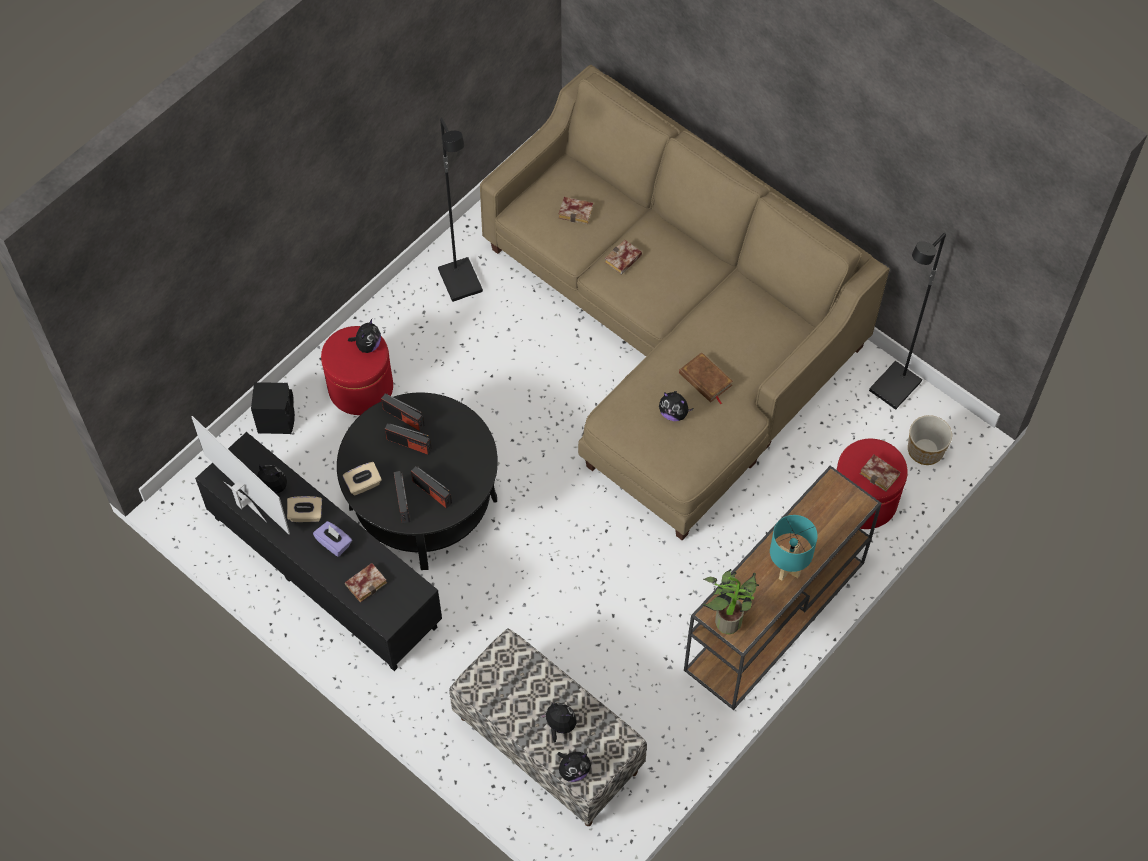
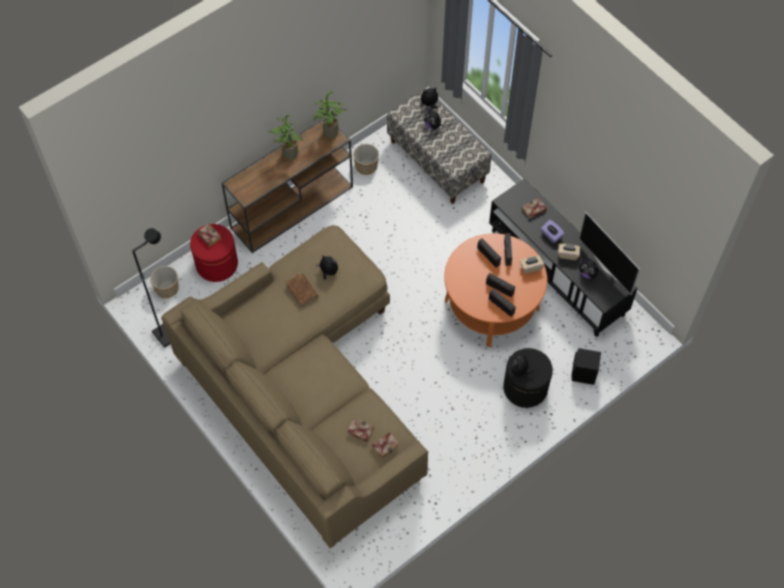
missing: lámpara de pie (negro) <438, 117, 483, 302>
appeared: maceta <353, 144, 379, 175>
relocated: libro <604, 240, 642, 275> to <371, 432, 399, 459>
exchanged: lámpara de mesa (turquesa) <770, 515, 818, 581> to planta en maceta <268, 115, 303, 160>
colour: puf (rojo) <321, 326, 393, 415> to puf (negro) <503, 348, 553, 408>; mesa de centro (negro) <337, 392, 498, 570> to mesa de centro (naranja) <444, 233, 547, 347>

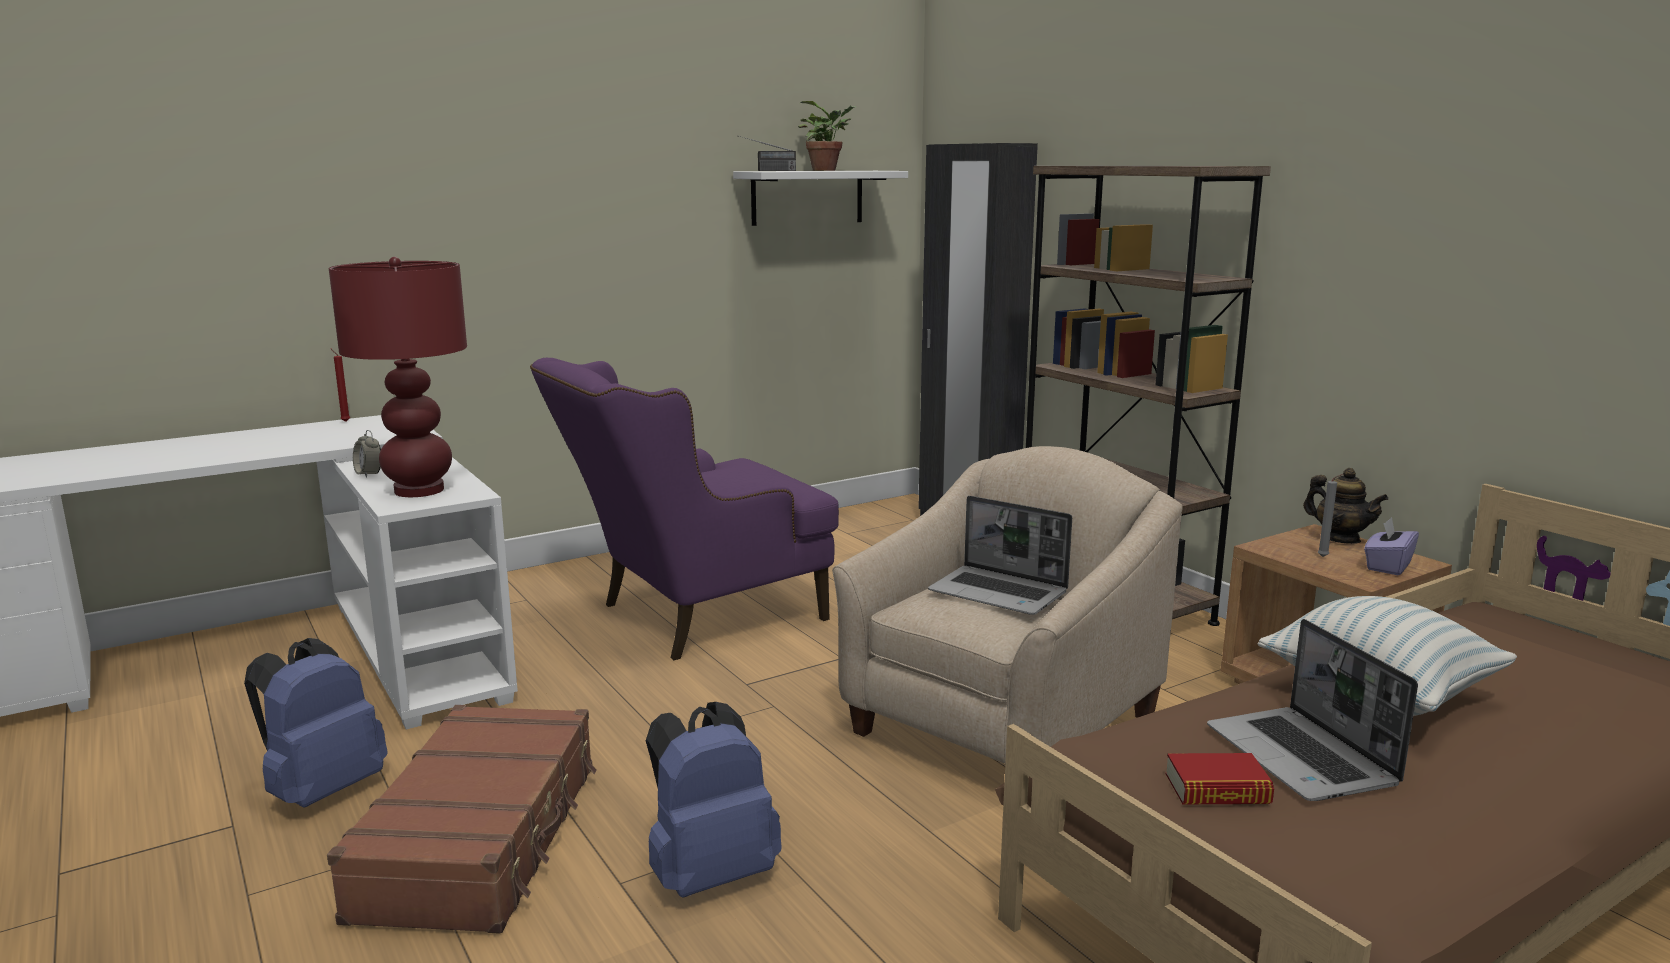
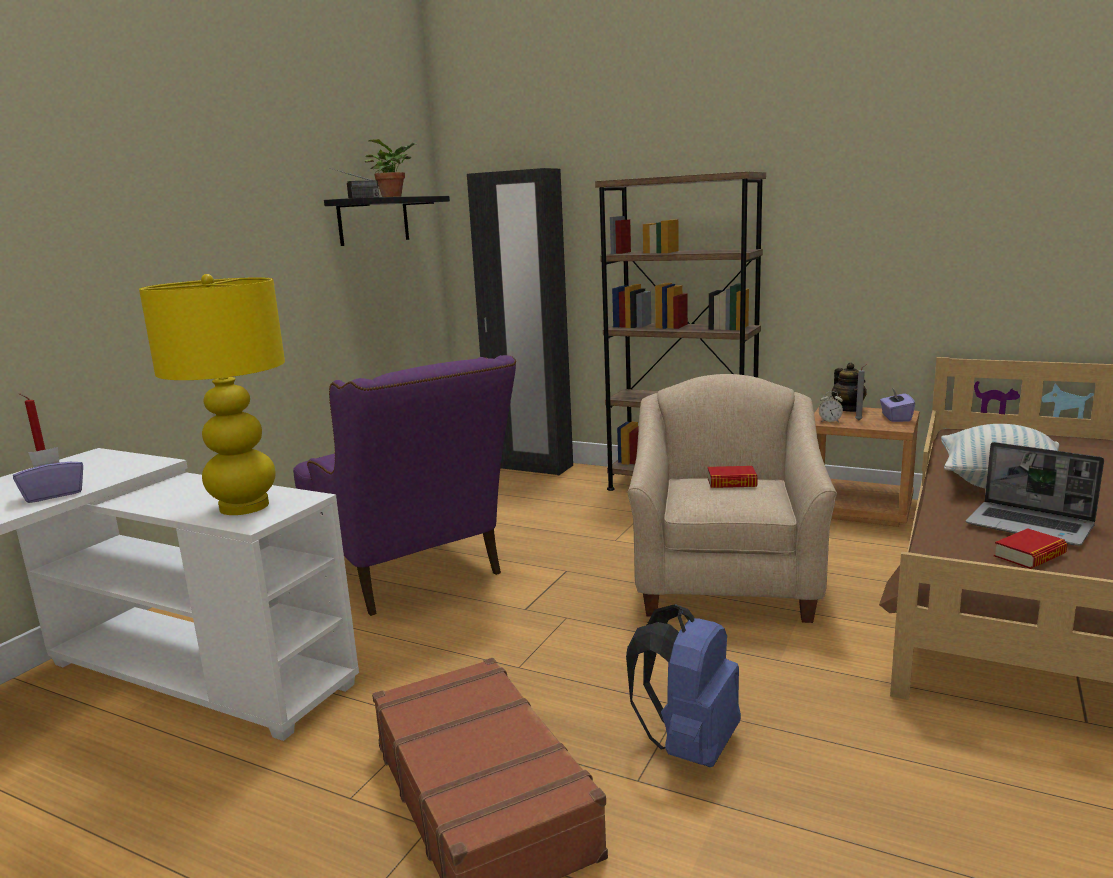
missing: mochila (azul) <244, 638, 388, 807>
appeared: caja de pañuelos (morado) <13, 447, 83, 503>
relocated: despertador <353, 430, 381, 478> to <819, 391, 843, 423>
exchanged: portátil <928, 496, 1072, 615> to libro <707, 466, 758, 488>
colour: estante (blanco) <733, 171, 908, 226> to estante (negro) <324, 196, 450, 246>; lámpara de mesa (rojo) <329, 257, 467, 497> to lámpara de mesa (amarillo) <139, 274, 285, 515>
spun: sillón (morado) <530, 358, 839, 660> = <293, 355, 516, 616> 60 degrees counterclockwise; tetera <1303, 468, 1388, 544> = <831, 363, 867, 412> 60 degrees clockwise

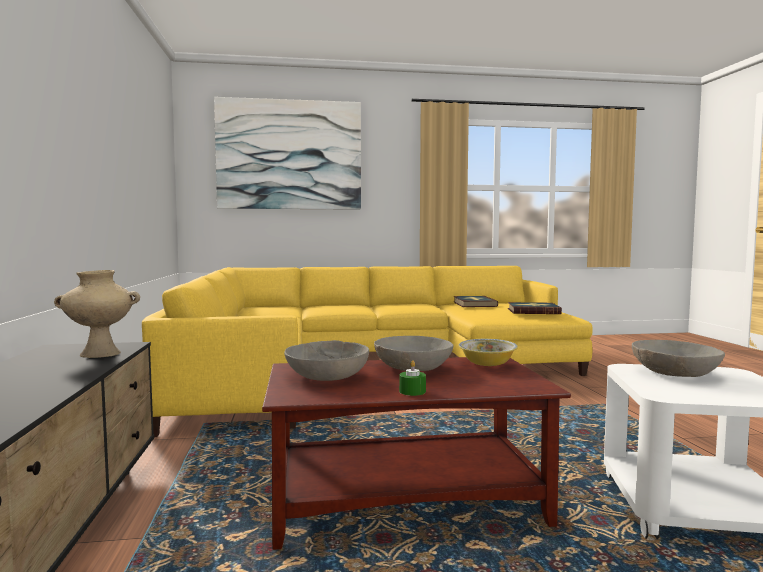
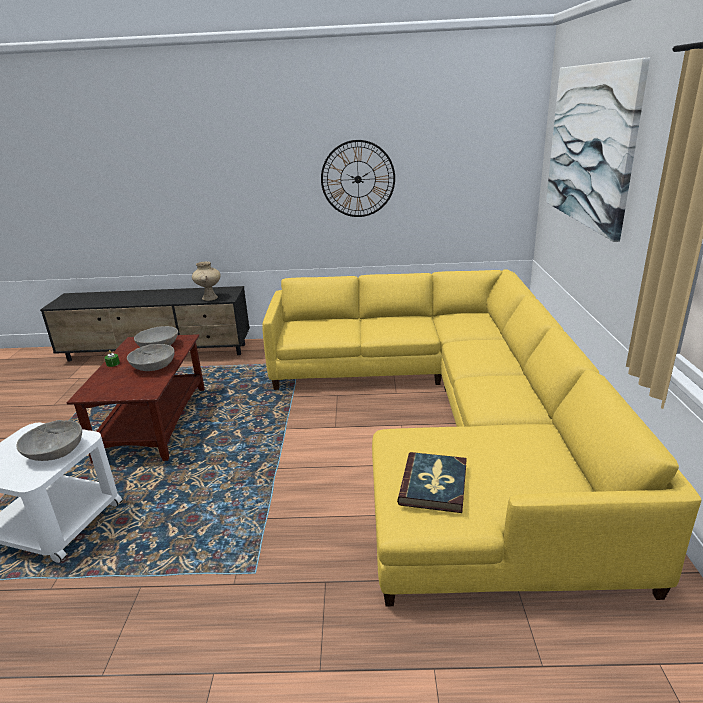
missing: libro <453, 296, 498, 307>; cuenco <459, 339, 518, 366>
appeared: reloj de pared <321, 140, 395, 217>

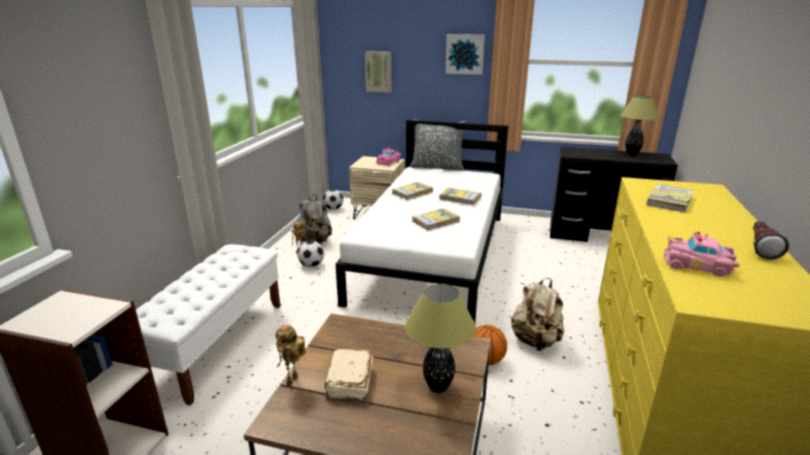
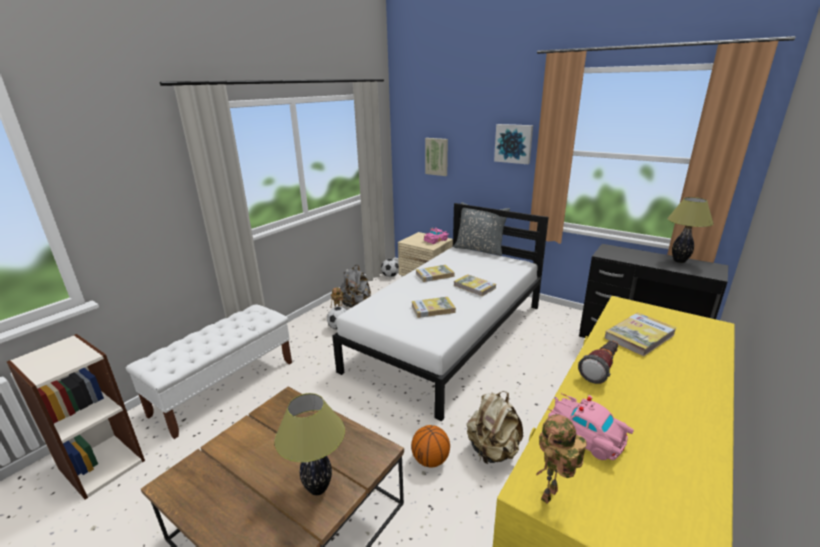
missing: libro (beis) <325, 349, 373, 400>
relocated: linterna <753, 221, 789, 260> to <578, 340, 618, 384>; robot de juguete <276, 325, 306, 386> to <536, 414, 587, 504>

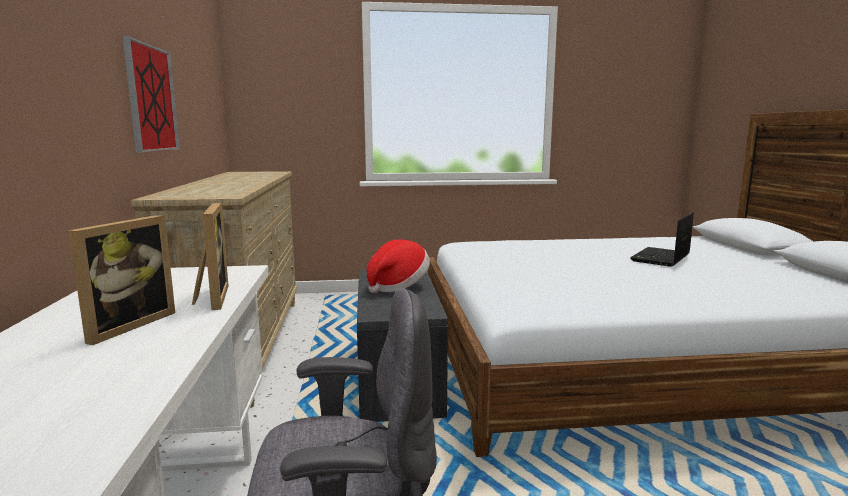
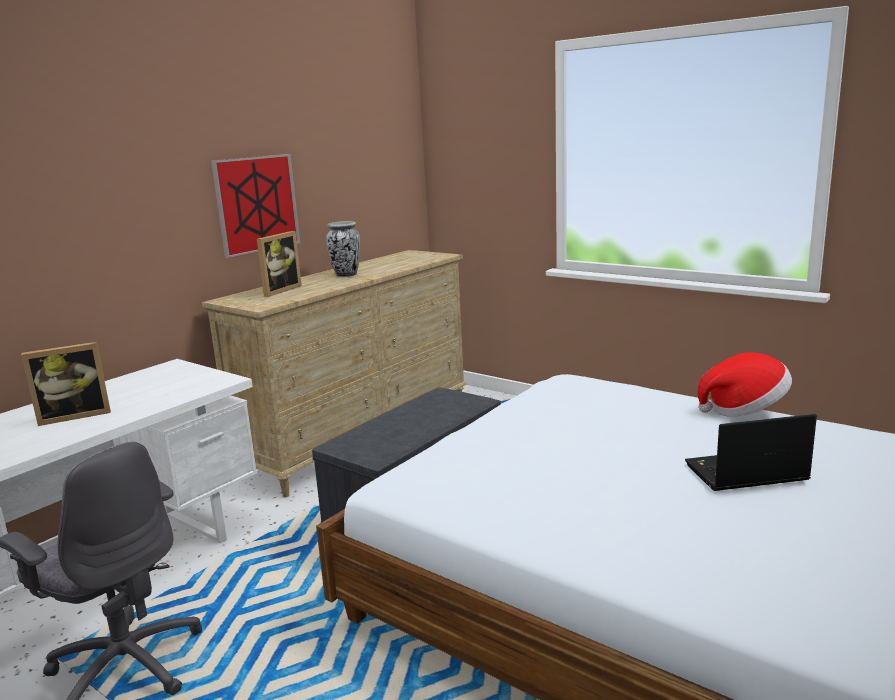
appeared: florero <326, 221, 360, 277>
relocated: portarretratos <192, 202, 229, 310> to <257, 231, 302, 297>; sombrero <367, 239, 430, 293> to <698, 352, 792, 417>

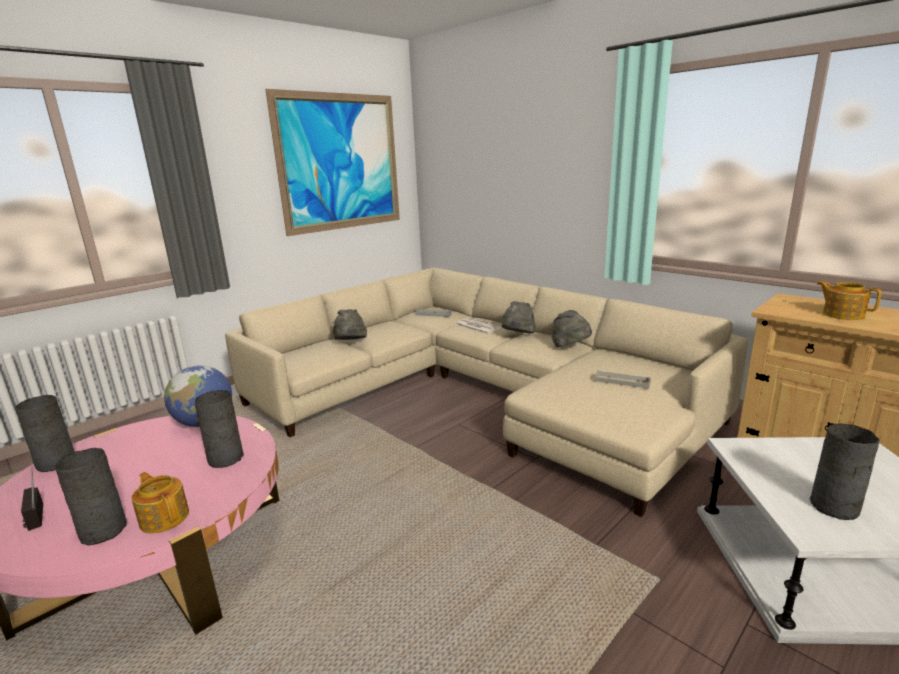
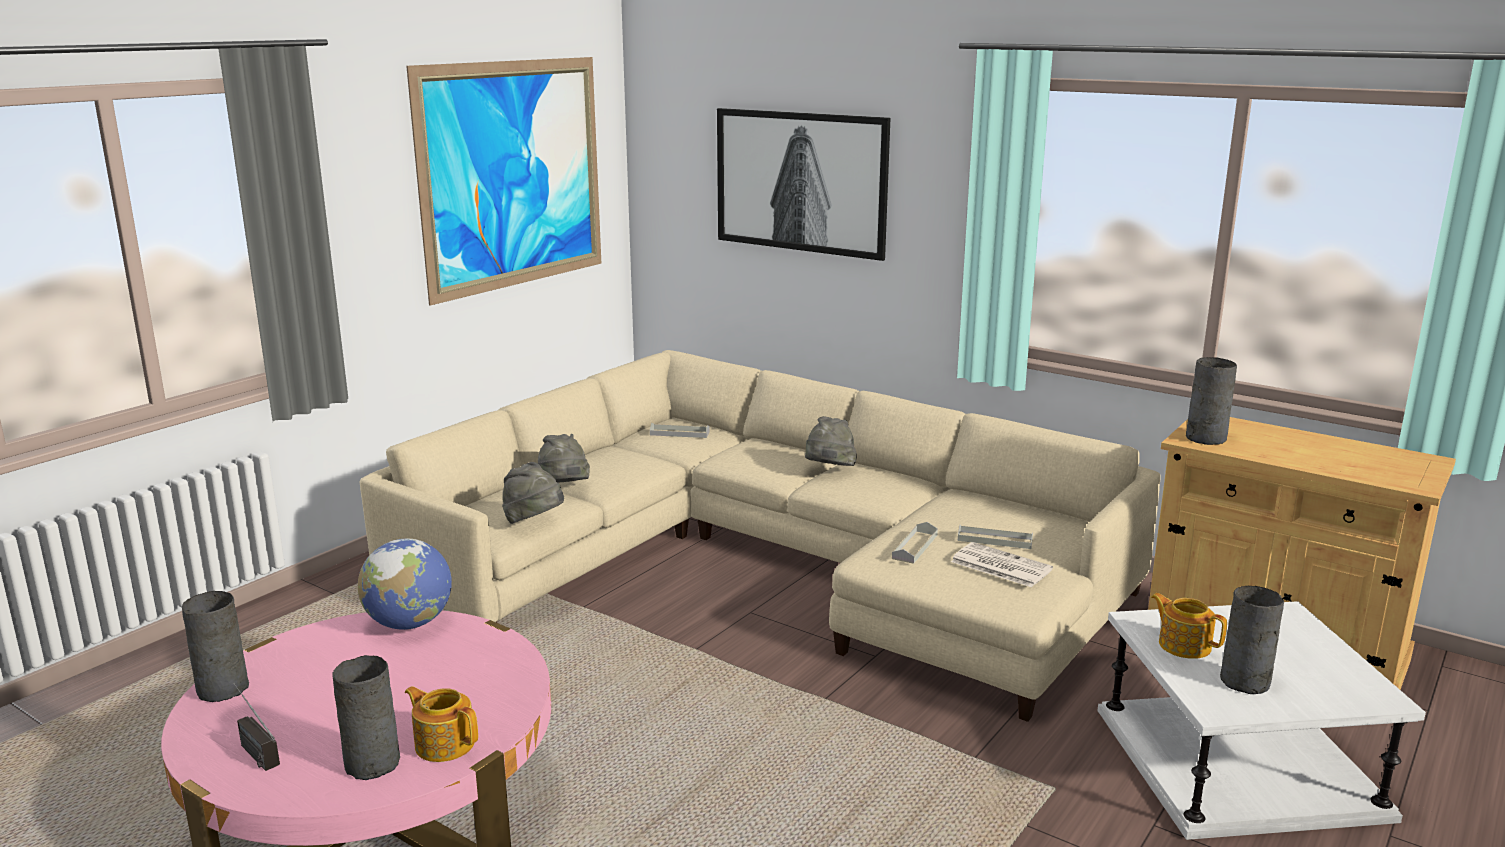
appeared: cuadro <717, 108, 890, 261>; bandeja (gris) <892, 522, 938, 564>
relocated: tetera <817, 281, 882, 320> to <1151, 593, 1227, 659>; sombrero (gris) <552, 310, 592, 347> to <502, 462, 564, 524>; periódico <456, 317, 502, 334> to <951, 542, 1053, 587>; florero (gris) <195, 390, 244, 468> to <1186, 357, 1237, 445>

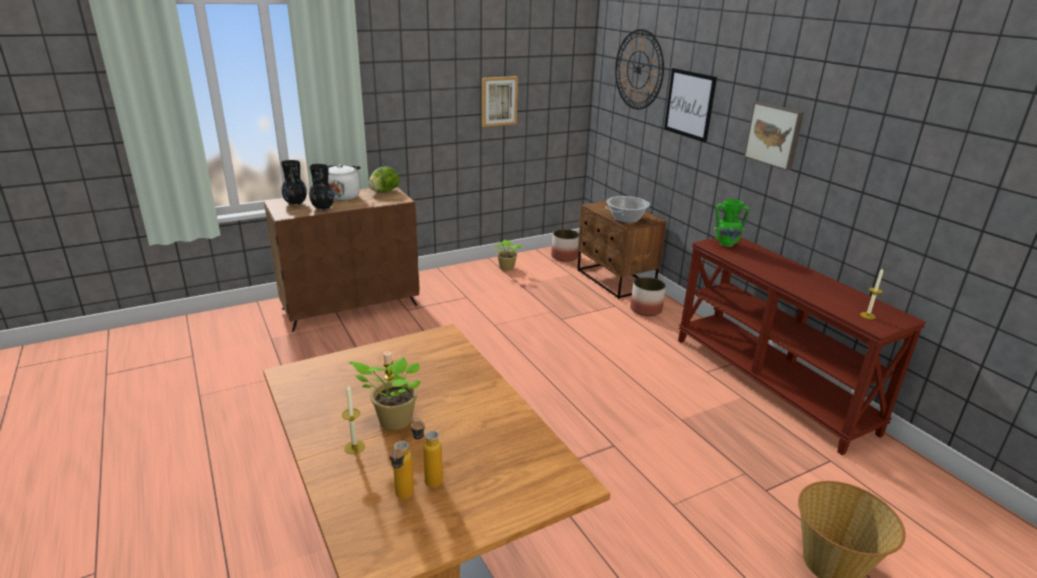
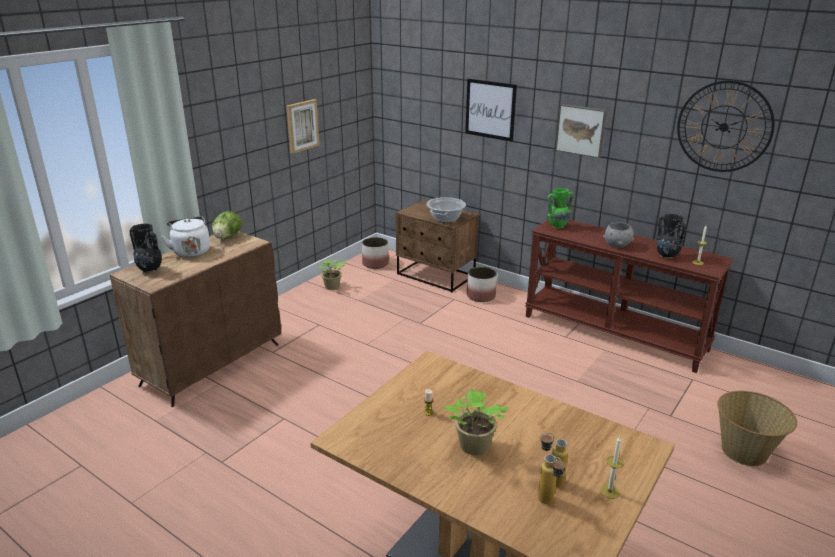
appeared: cuenco (gris) <603, 222, 634, 248>
relocated: reloj de pared <615, 29, 664, 110> to <677, 80, 775, 172>; florero (negro) <309, 164, 334, 210> to <656, 214, 687, 259>; vela <342, 385, 365, 454> to <600, 436, 623, 499>

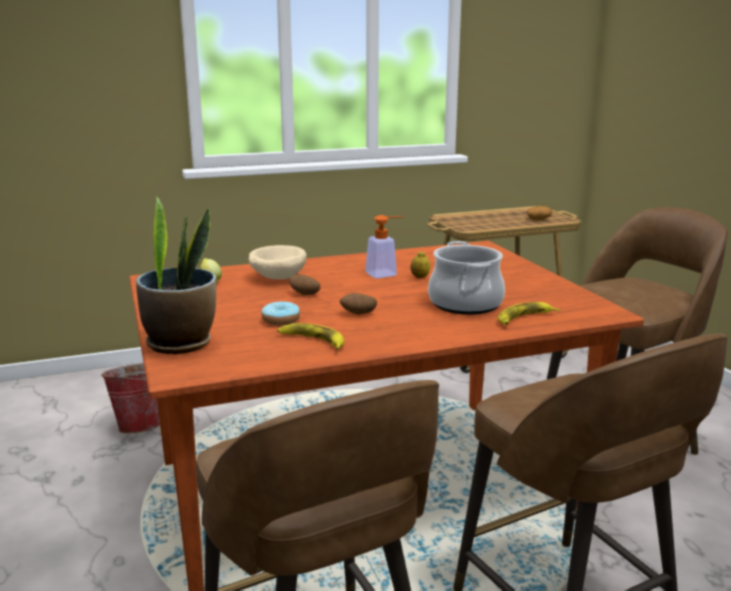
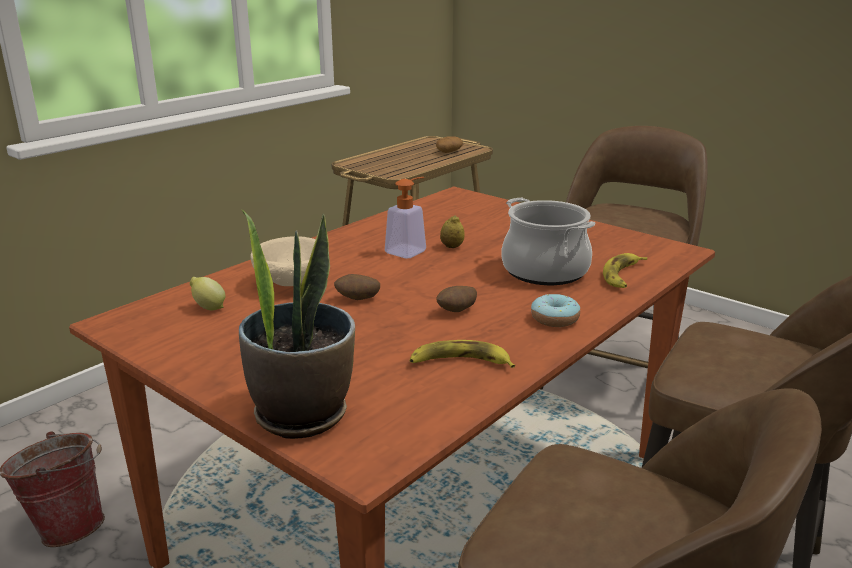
relocated: rosquilla <261, 301, 300, 326> to <531, 294, 580, 327>

